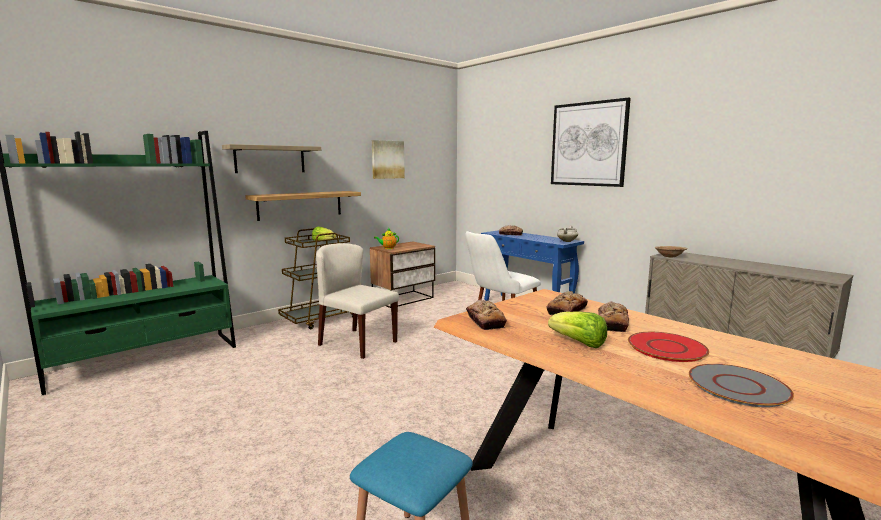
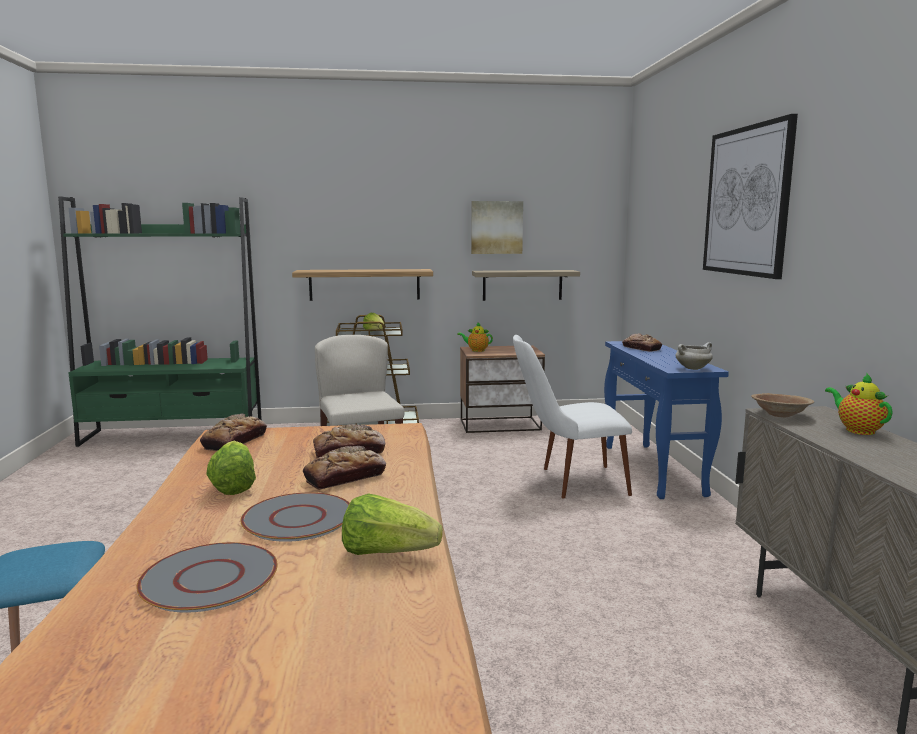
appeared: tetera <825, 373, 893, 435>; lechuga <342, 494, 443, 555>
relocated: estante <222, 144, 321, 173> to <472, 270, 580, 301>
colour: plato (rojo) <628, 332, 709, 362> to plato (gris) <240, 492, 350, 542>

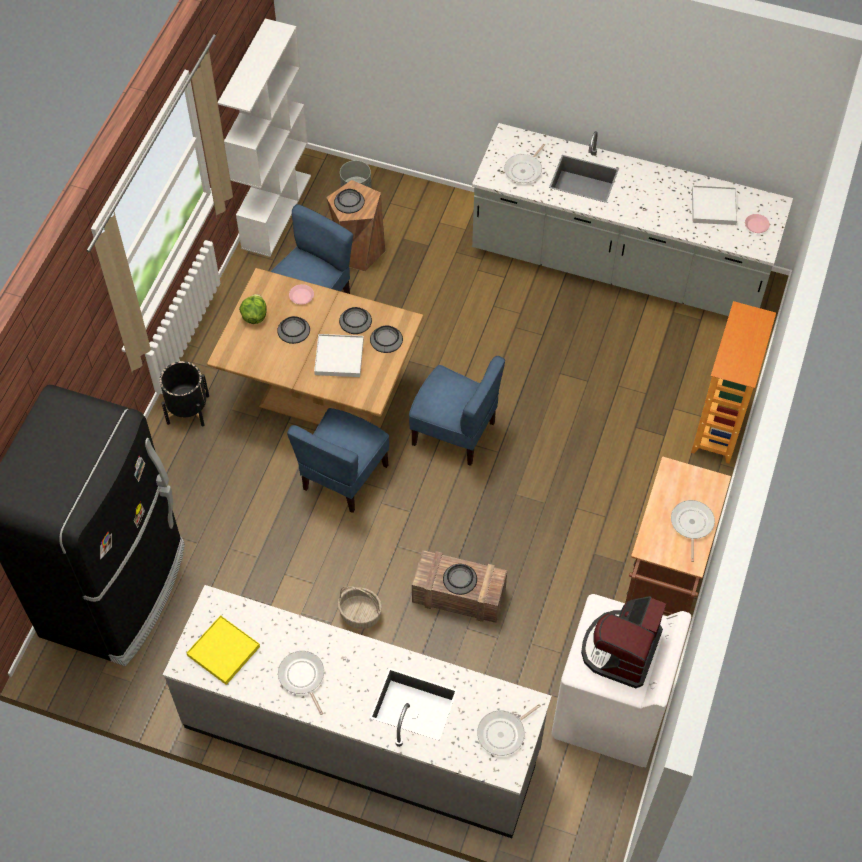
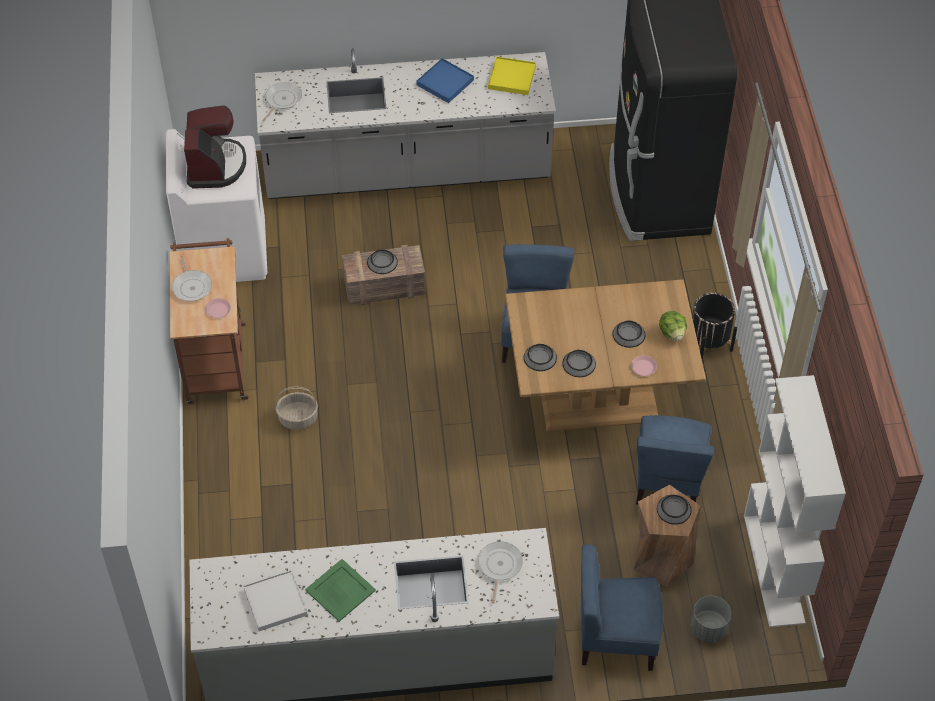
missing: estantería <691, 301, 776, 464>; bandeja (blanco) <314, 334, 364, 377>
appeared: bandeja (verde) <305, 559, 376, 622>
relocated: plato (rosa) <745, 214, 770, 233> to <205, 298, 231, 319>; silla (azul) <409, 356, 505, 466> to <581, 544, 663, 671>; cesta <337, 586, 382, 629> to <276, 387, 318, 430>
exchanged: sartén <278, 651, 324, 715> to bandeja (azul) <417, 58, 474, 103>

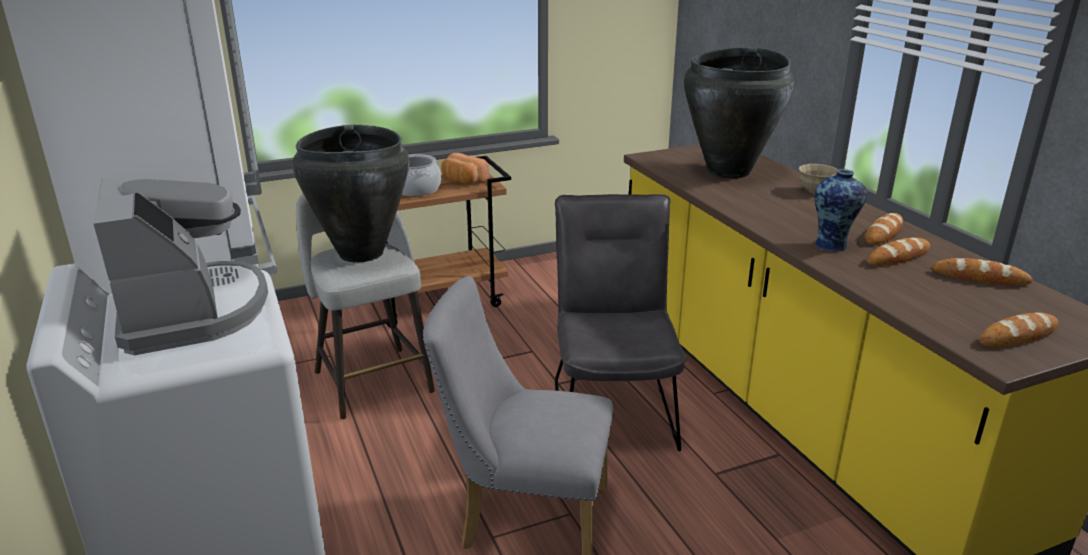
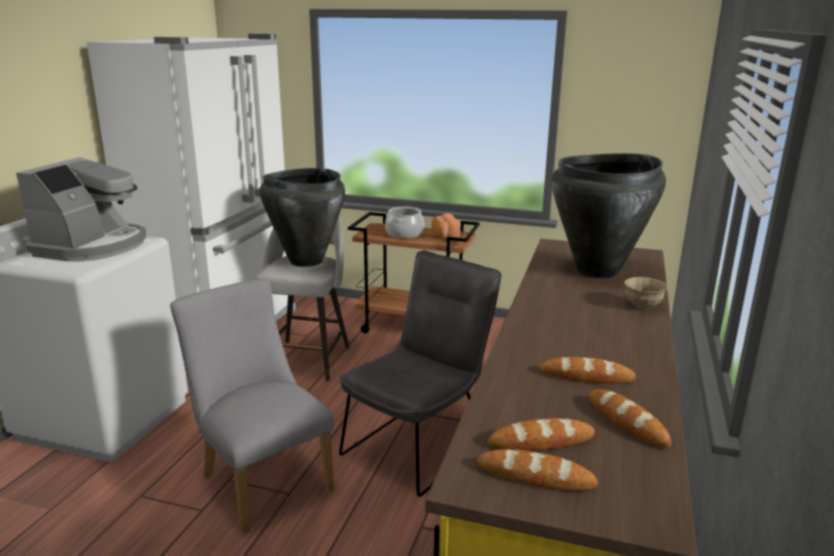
missing: florero <815, 169, 868, 252>
relocated: pan <865, 213, 903, 245> to <488, 418, 595, 450>

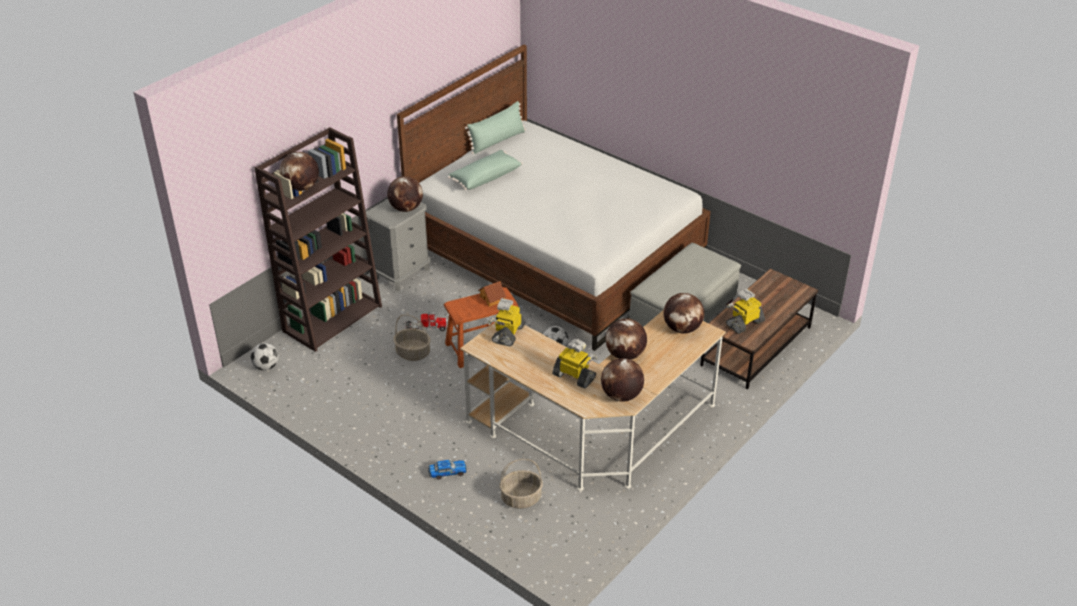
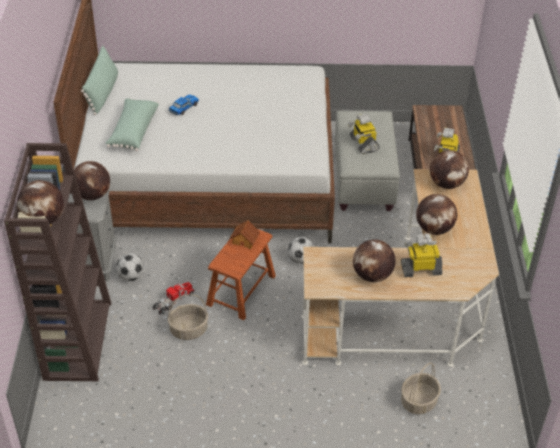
relocated: robot de juguete <488, 298, 526, 346> to <348, 114, 379, 154>; balón de fútbol <250, 343, 279, 371> to <116, 253, 144, 281>; globo terráqueo <601, 358, 644, 402> to <353, 239, 396, 282>; coche de juguete <428, 460, 467, 480> to <168, 94, 199, 115>

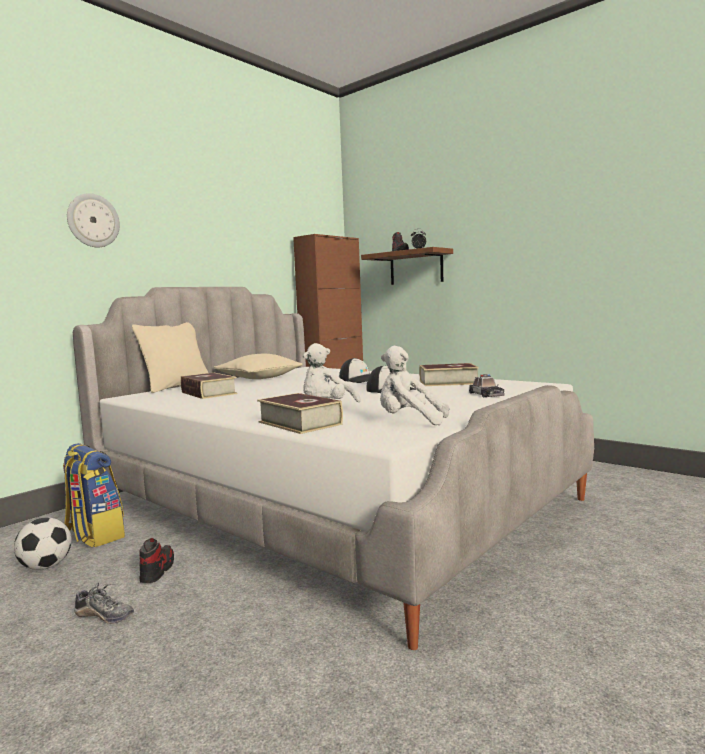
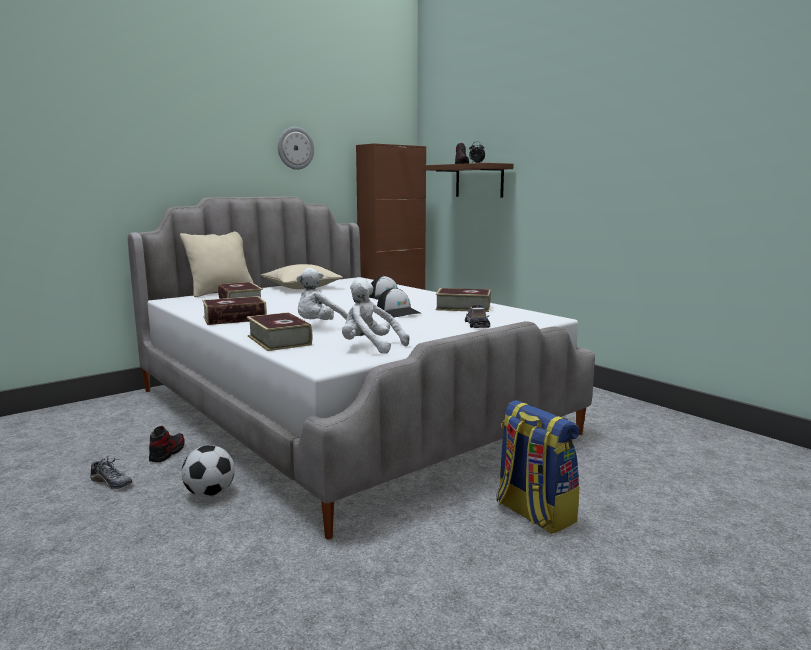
appeared: libro <202, 296, 267, 325>
relocated: reloj de pared <67, 193, 120, 247> to <278, 127, 314, 170>; mochila <63, 443, 125, 548> to <496, 400, 579, 534>; balón de fútbol <14, 517, 72, 570> to <181, 445, 235, 497>

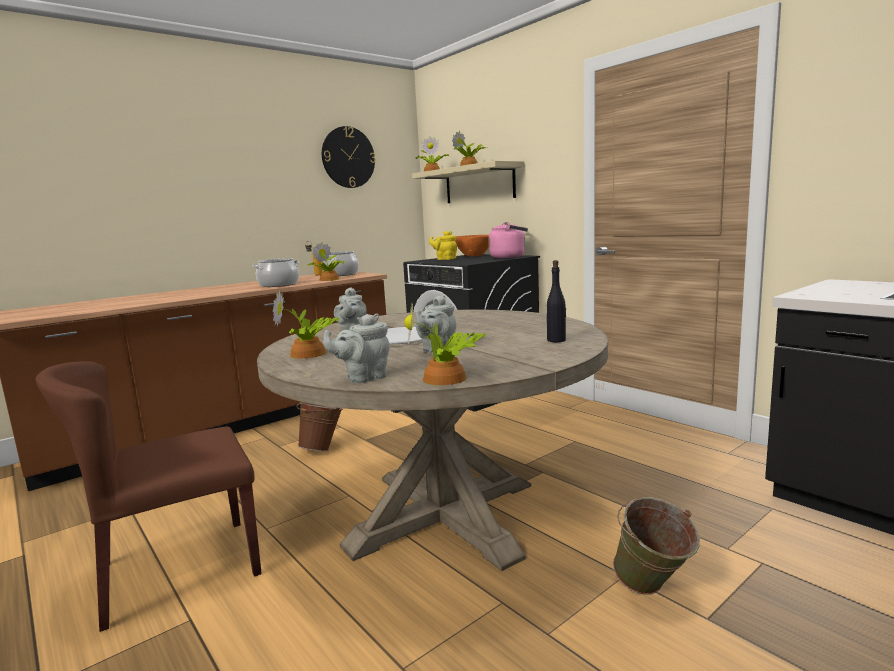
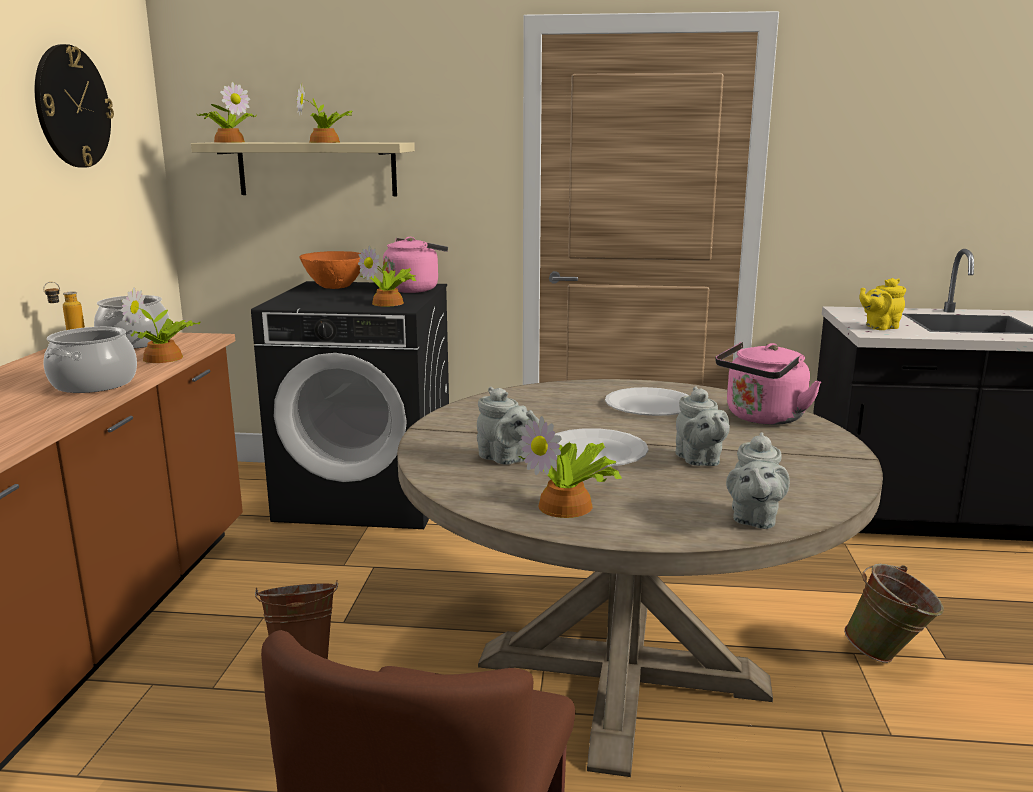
appeared: plato (blanco) <605, 387, 689, 416>
relocated: tetera (amarillo) <429, 231, 457, 260> to <859, 278, 906, 330>; planta en maceta <404, 306, 486, 385> to <358, 245, 416, 307>
exchanged: botella (negro) <547, 260, 566, 342> to hervidor (rosa) <715, 342, 821, 425>

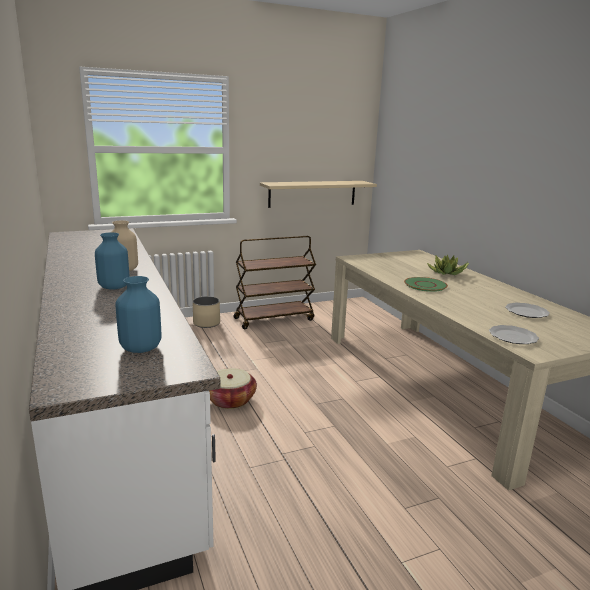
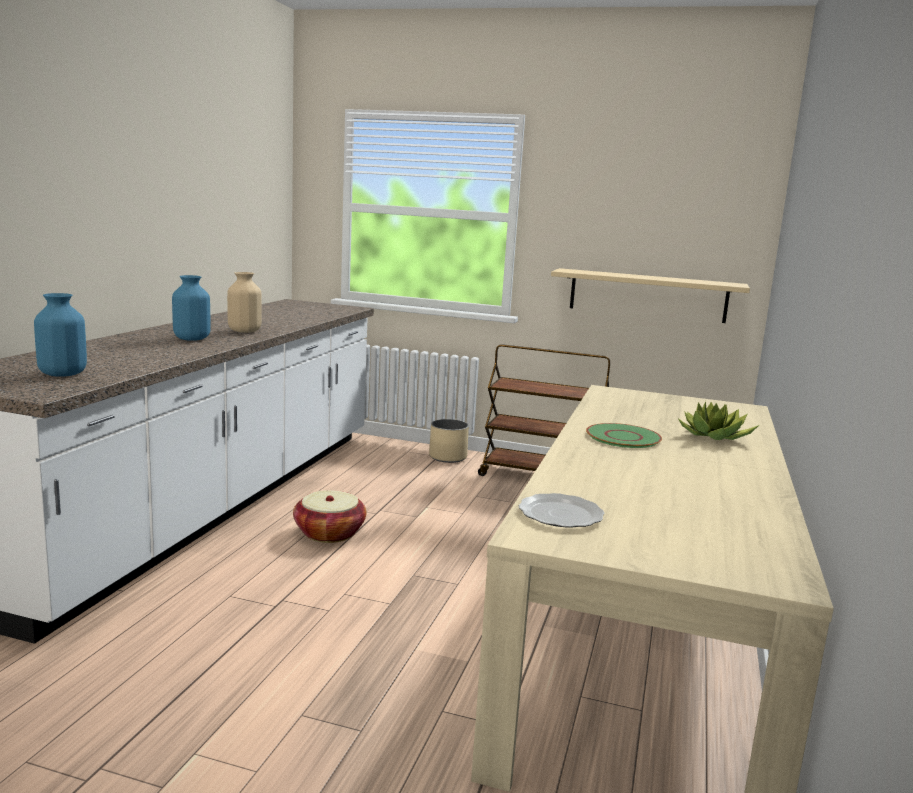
missing: plato <505, 303, 550, 318>

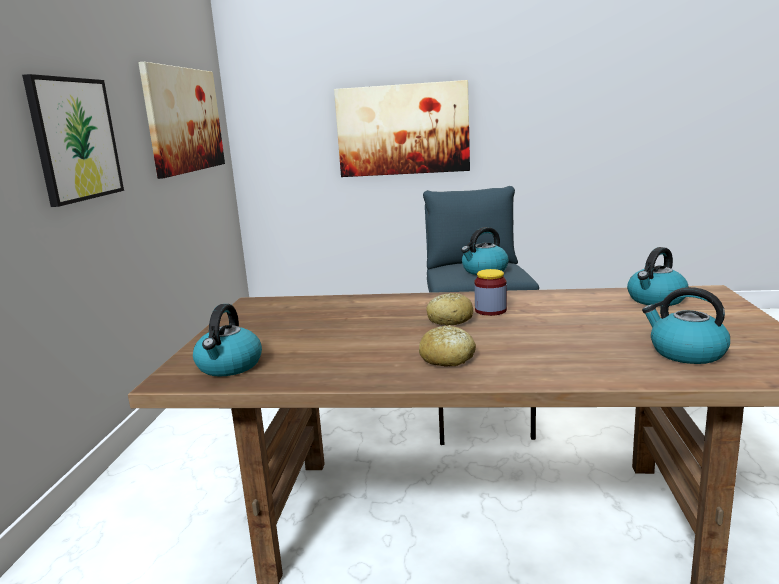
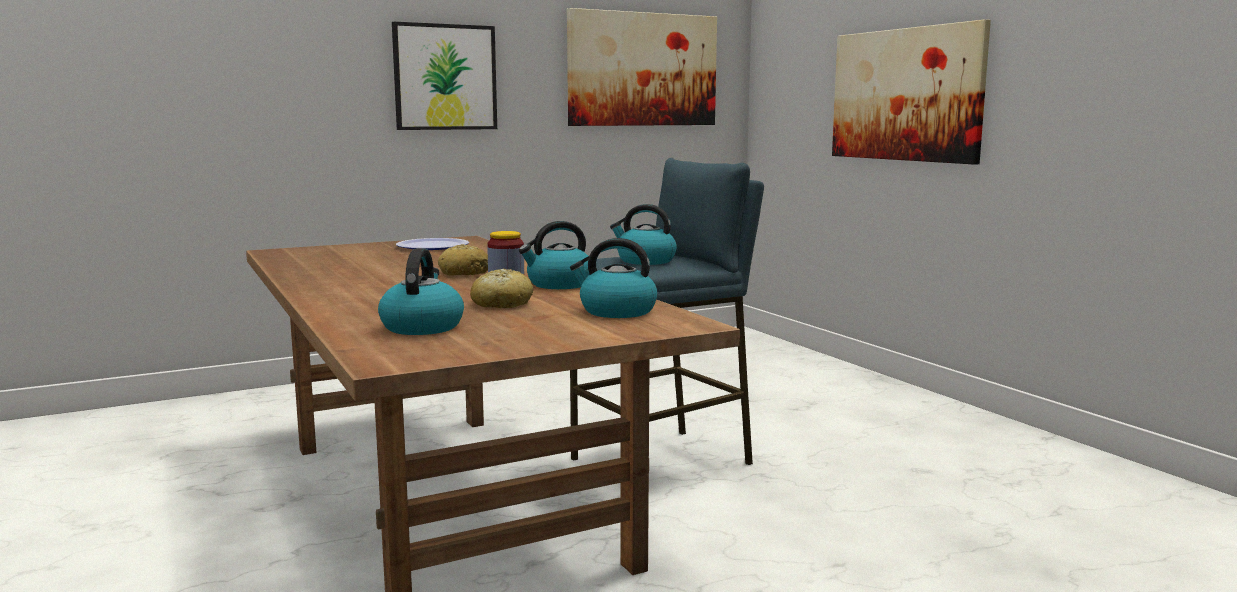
appeared: plato <396, 238, 469, 250>
relocated: hervidor <193, 304, 262, 376> to <519, 221, 590, 289>; pan <419, 325, 476, 366> to <470, 268, 533, 308>

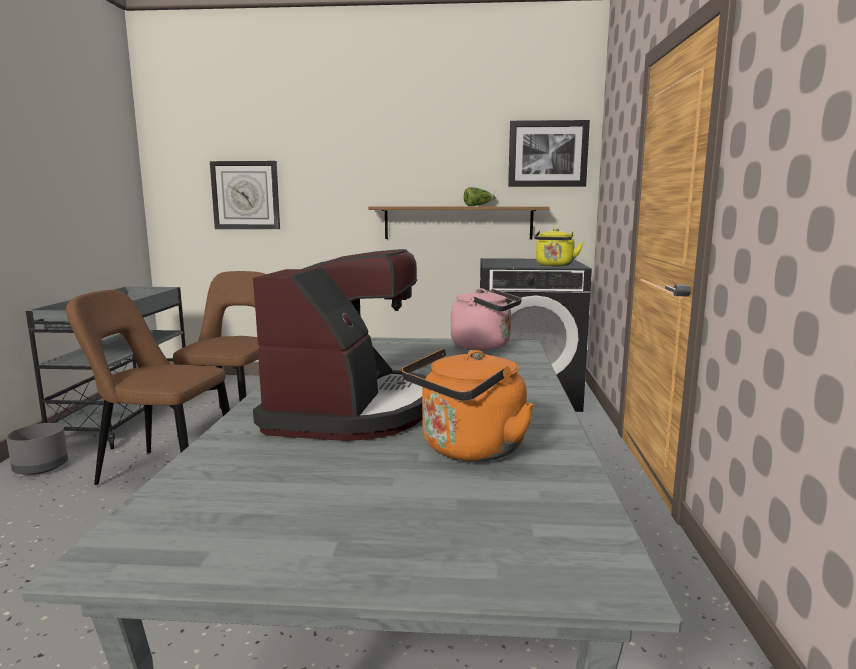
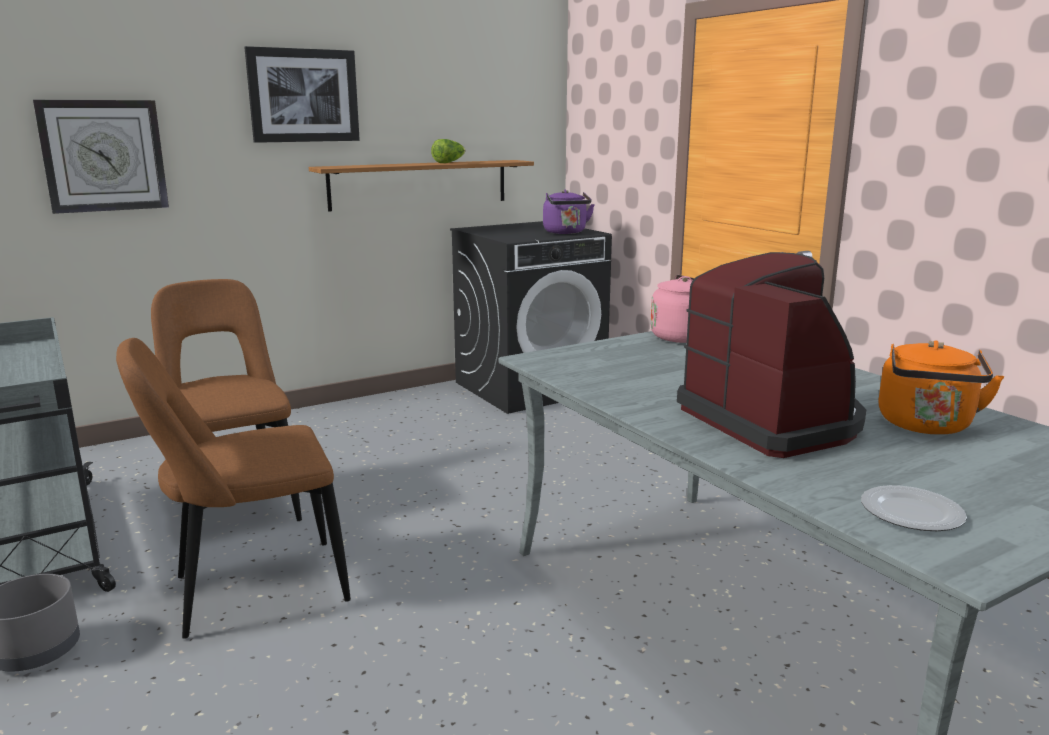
appeared: plato <861, 485, 967, 531>
relocated: cuadro <508, 120, 590, 187> to <244, 46, 360, 143>
colour: hervidor (amarillo) <534, 228, 583, 266> to hervidor (morado) <543, 190, 595, 234>

